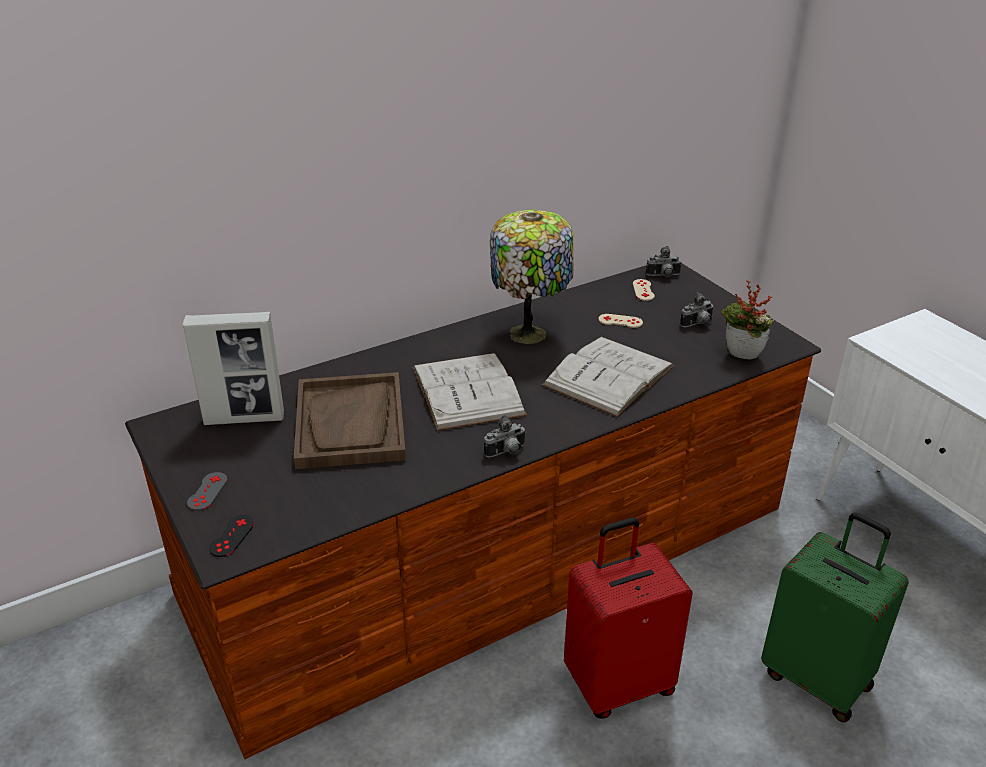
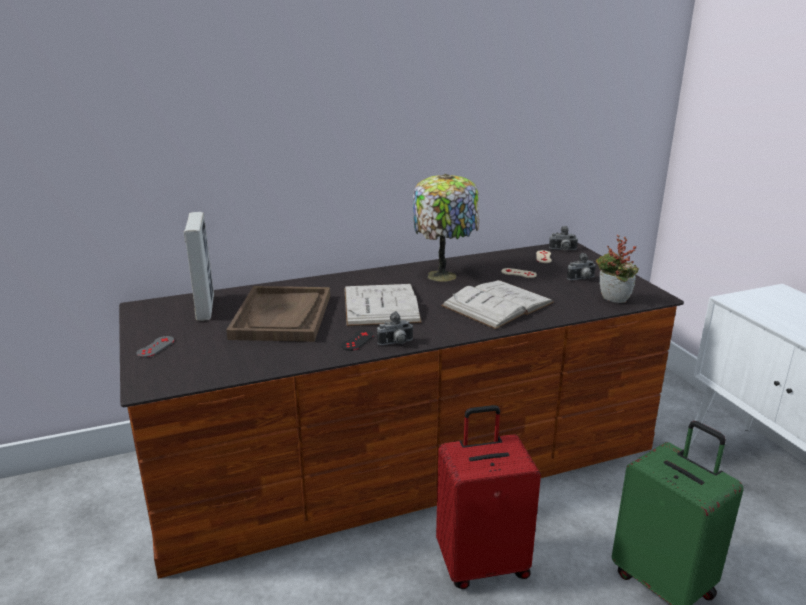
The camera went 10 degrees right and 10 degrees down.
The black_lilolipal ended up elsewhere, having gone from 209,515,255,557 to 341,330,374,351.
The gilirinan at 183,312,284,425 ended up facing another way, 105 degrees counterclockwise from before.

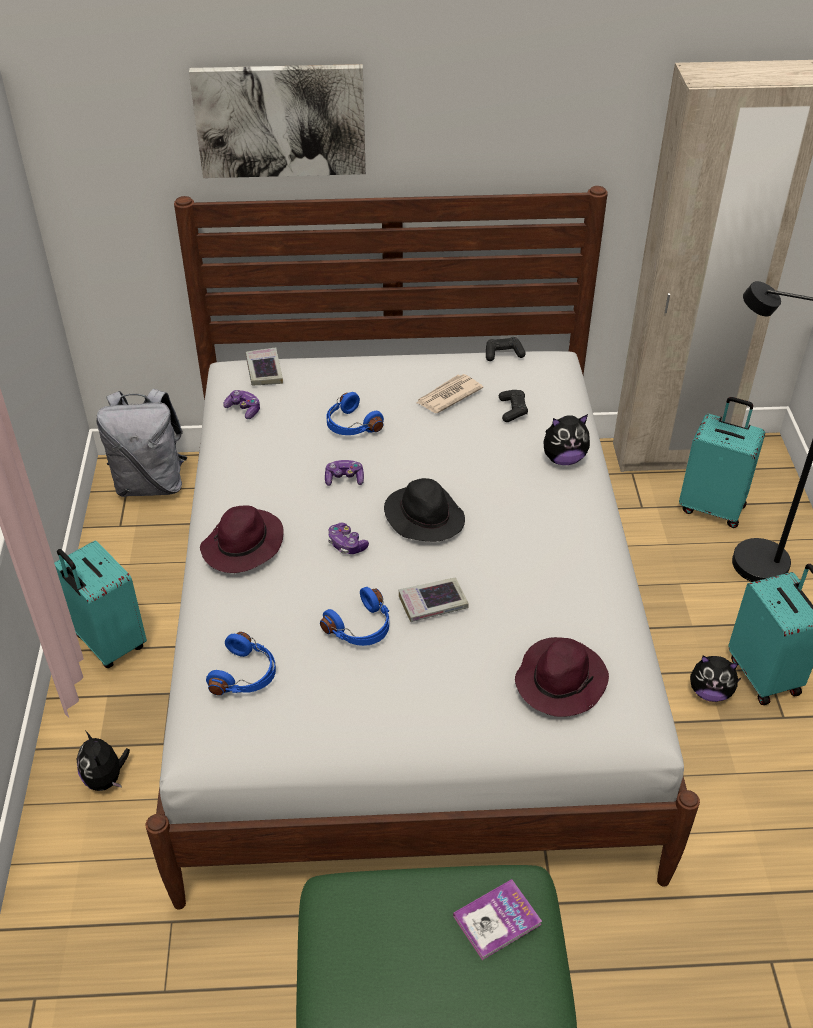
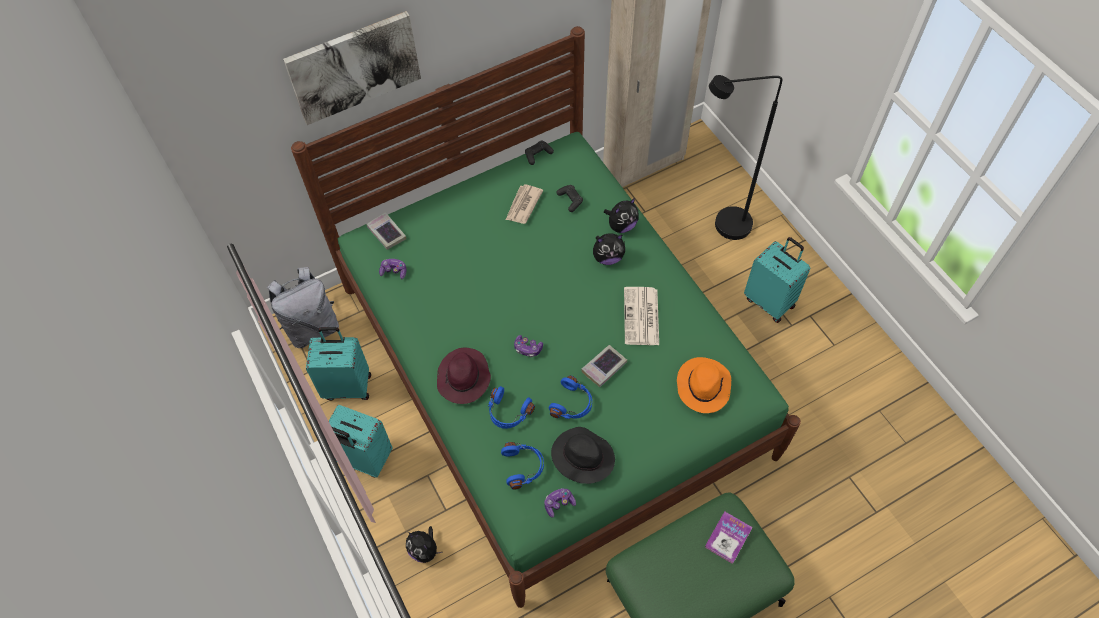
The camera went 25 degrees left and 15 degrees up.
The second view gained the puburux at 624,287,659,345.
The lilolipal ended up elsewhere, having gone from 325,460,364,486 to 544,488,576,518.
The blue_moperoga ended up elsewhere, having gone from 326,392,384,435 to 488,386,535,429.
The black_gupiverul ended up elsewhere, having gone from 384,478,465,542 to 551,427,615,484.
The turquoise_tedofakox ended up elsewhere, having gone from 679,397,765,528 to 306,327,371,400.
The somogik ended up elsewhere, having gone from 690,656,742,702 to 593,233,625,265.
What was the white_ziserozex at 146,186,700,910 turned into the green_ziserozex at 291,26,801,608.
What was the purple_gupiverul at 515,637,609,717 turned into the orange_gupiverul at 677,357,731,413.

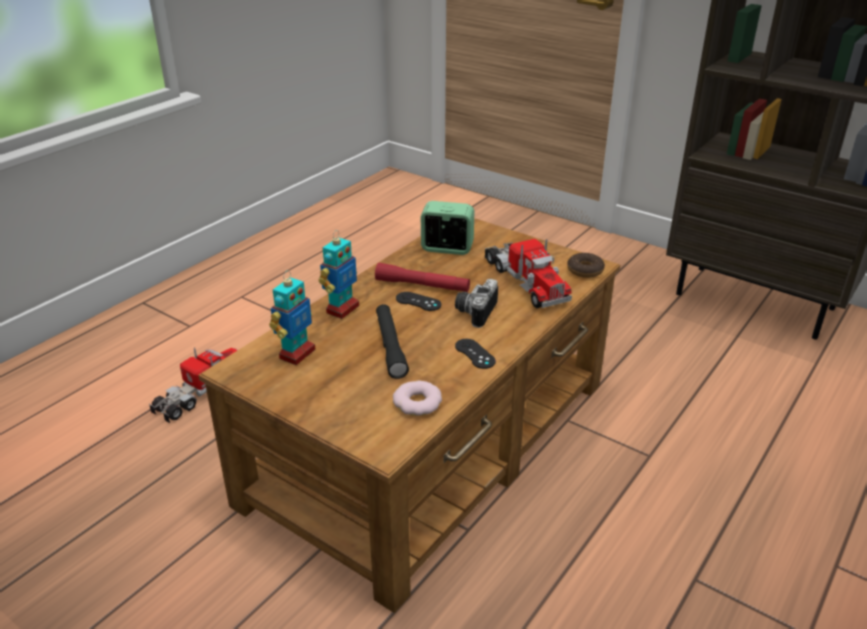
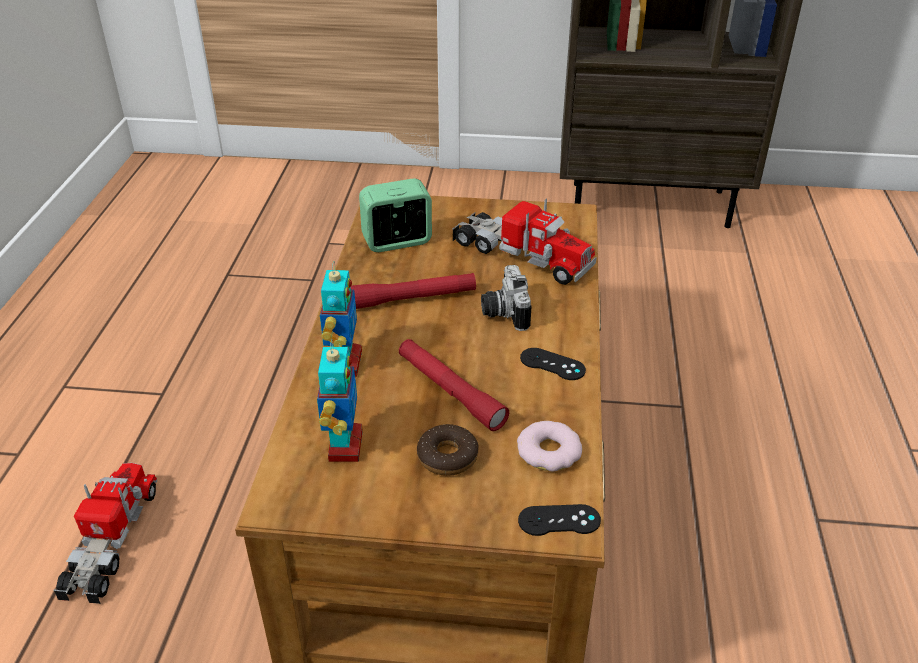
The camera went 30 degrees left and 5 degrees up.
The black_lilolipal ended up elsewhere, having gone from 396,292,441,311 to 518,504,601,536.
The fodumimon ended up elsewhere, having gone from 567,253,605,278 to 417,424,479,476.
What was the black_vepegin at 376,304,409,379 turned into the red_vepegin at 399,339,509,431.

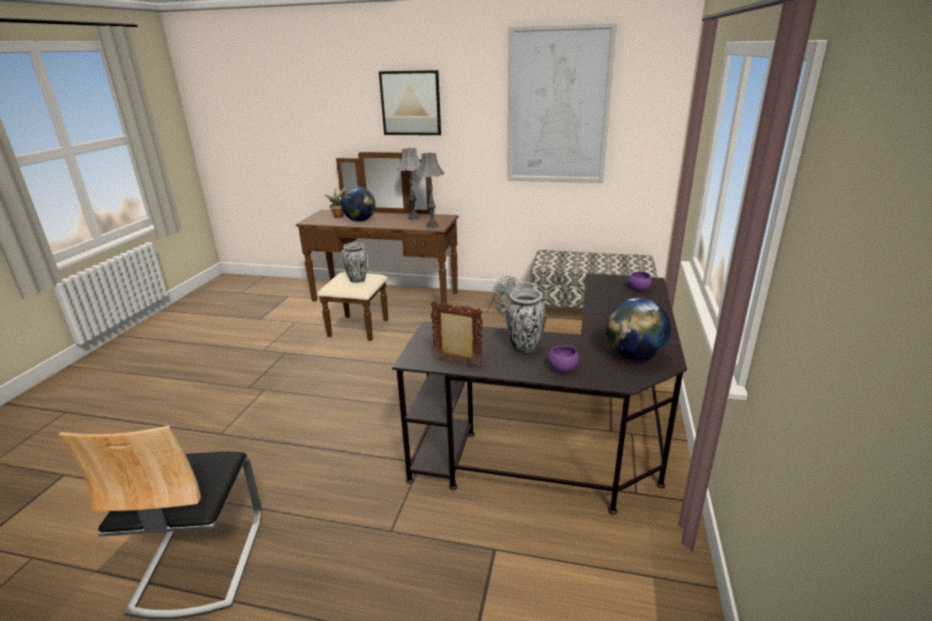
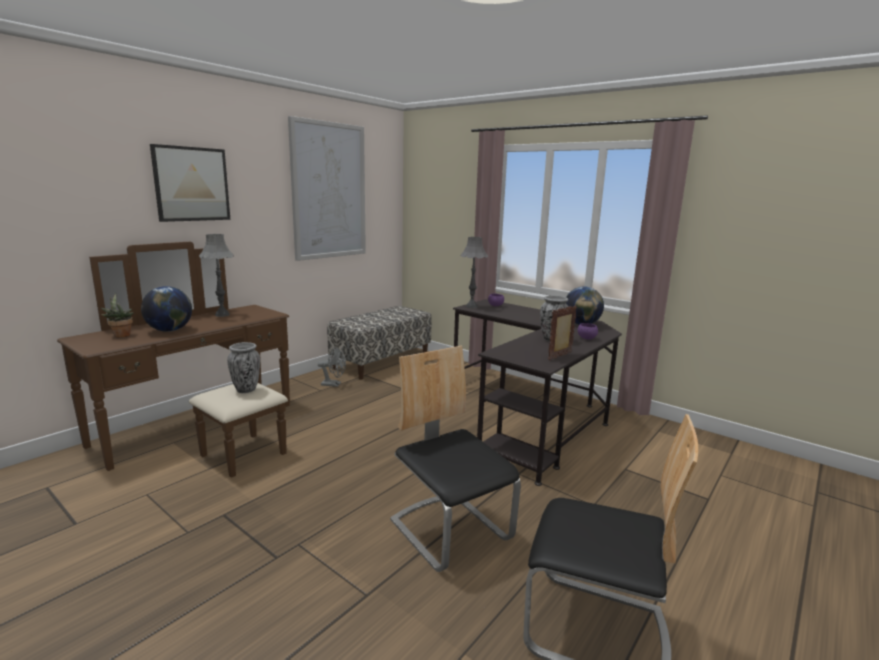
The camera went 65 degrees left and 10 degrees down.
The second view gained the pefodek at 390,346,521,572.
The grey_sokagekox ended up elsewhere, having gone from 416,153,444,228 to 461,237,488,308.

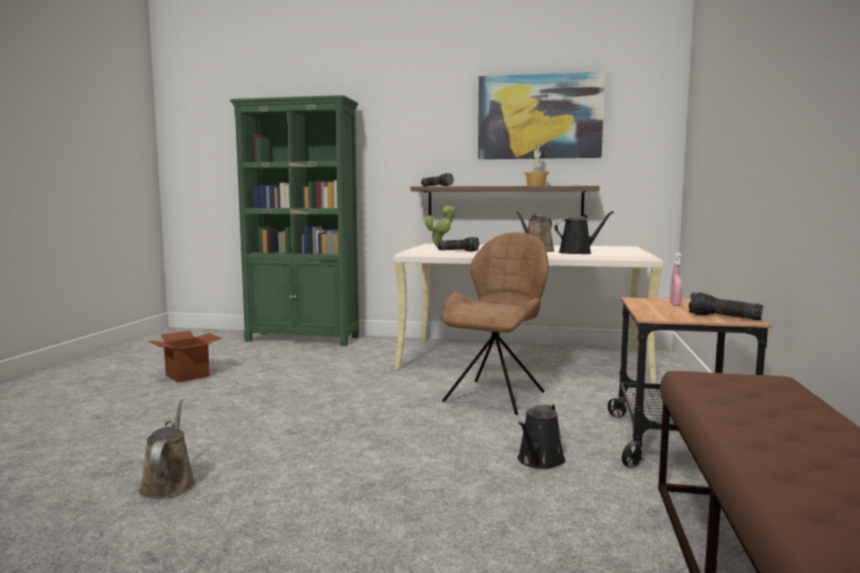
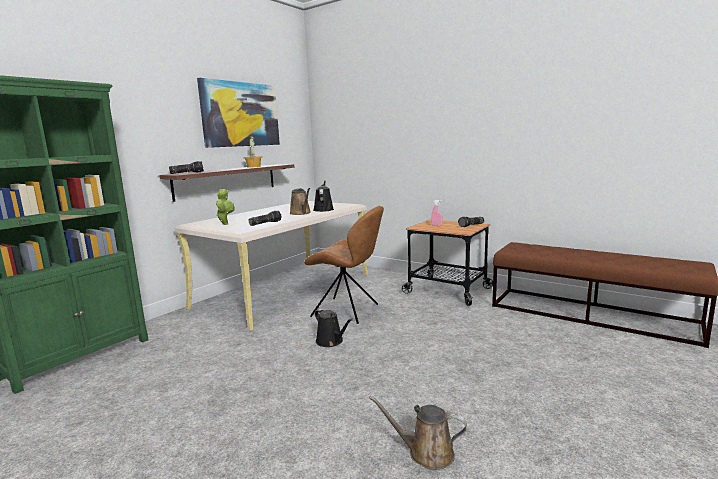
The camera went 65 degrees left and 5 degrees up.
The second view lost the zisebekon at 149,331,223,383.
The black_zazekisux ended up elsewhere, having gone from 517,403,566,469 to 315,309,352,347.
The brown_pefodek at 442,232,549,415 ended up facing another way, 150 degrees clockwise from before.

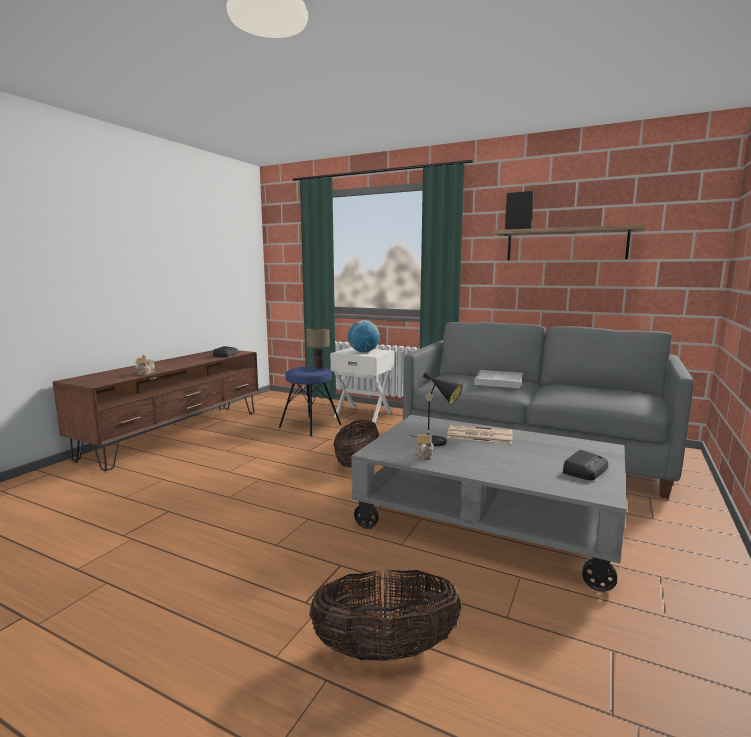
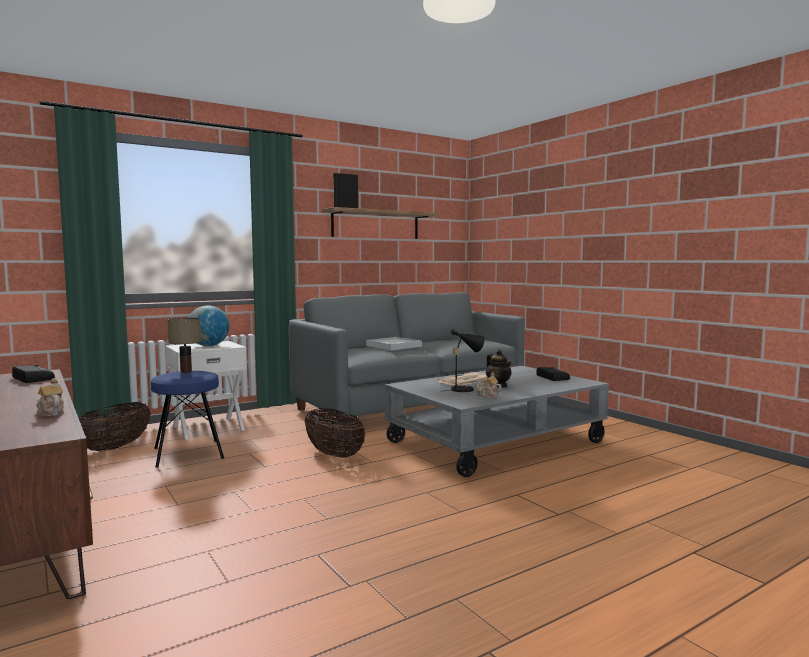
The camera went 60 degrees left and 5 degrees down.
The second view gained the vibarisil at 486,349,512,387.
The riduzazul ended up elsewhere, having gone from 309,570,462,661 to 79,402,151,451.

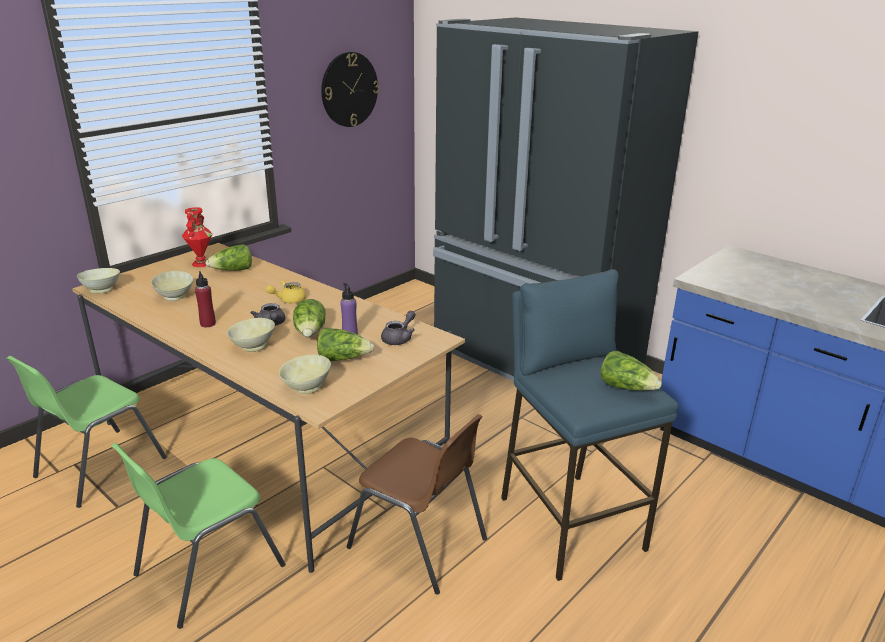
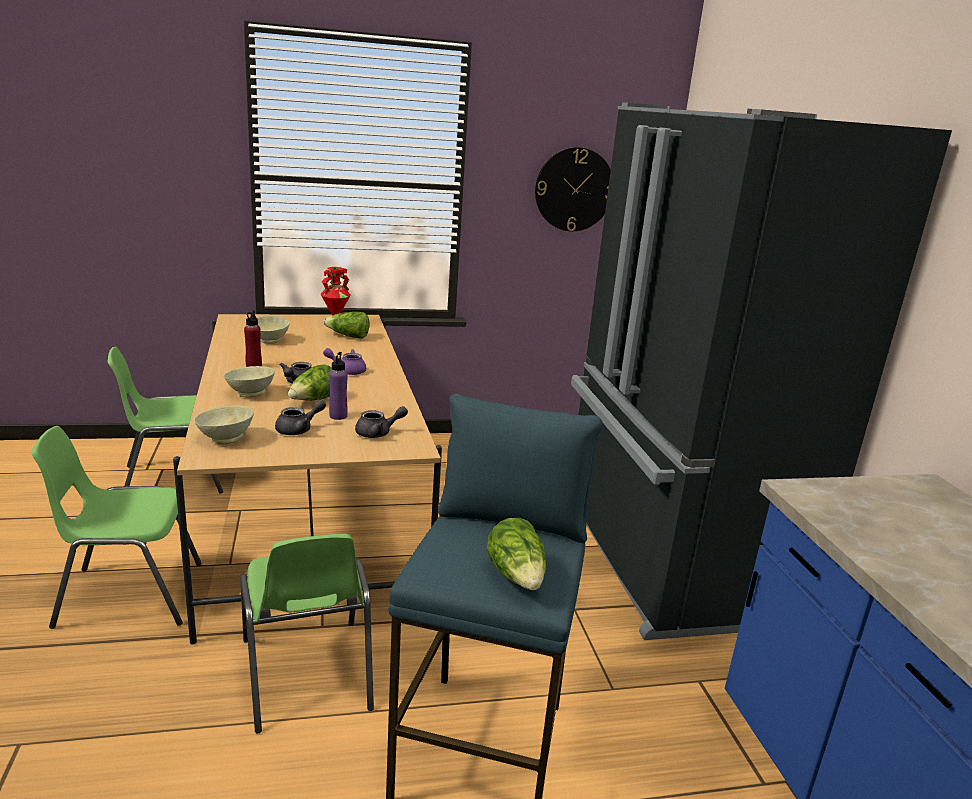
The camera went 35 degrees right and 5 degrees down.
The second view lost the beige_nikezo at 77,268,120,294.
Where the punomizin stood at 317,328,375,361, the grey_vibarisil came to stand at 275,400,326,435.
What was the yellow_vibarisil at 266,280,306,303 turned into the purple_vibarisil at 323,348,366,375.
What was the brown_pefodek at 347,414,487,595 turned into the green_pefodek at 240,534,374,733.

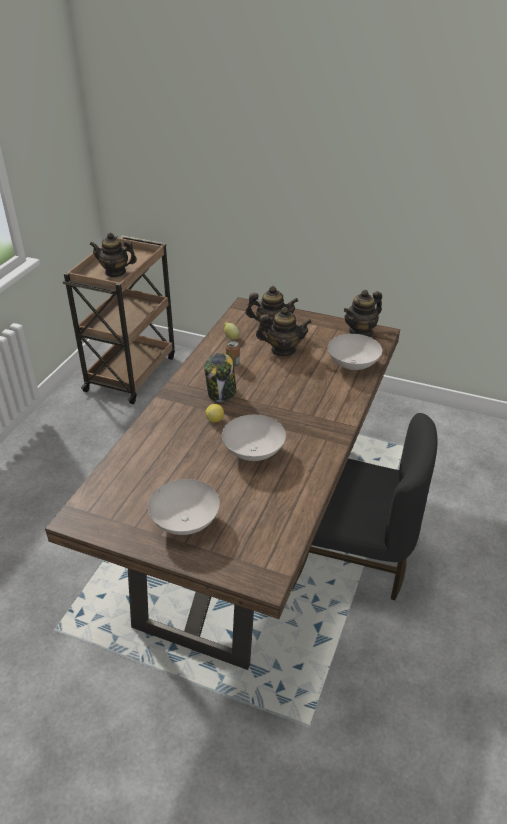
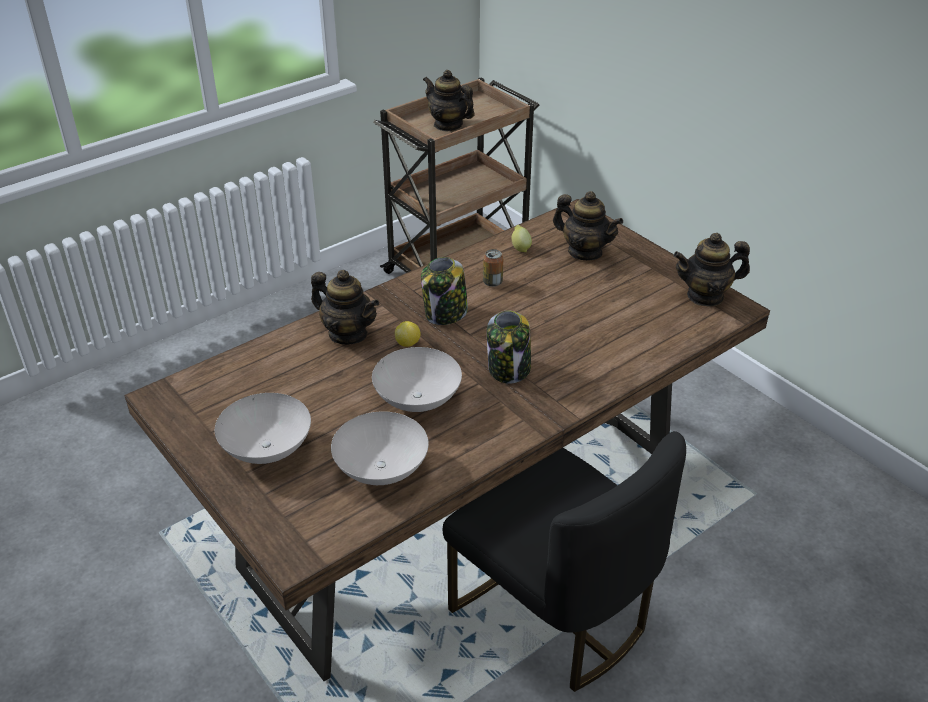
The camera went 30 degrees right and 0 degrees up.
The second view gained the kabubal at 487,310,531,384.
The vibarisil ended up elsewhere, having gone from 256,307,312,356 to 311,270,379,345.
The white_nikezo ended up elsewhere, having gone from 328,334,382,370 to 331,411,429,485.

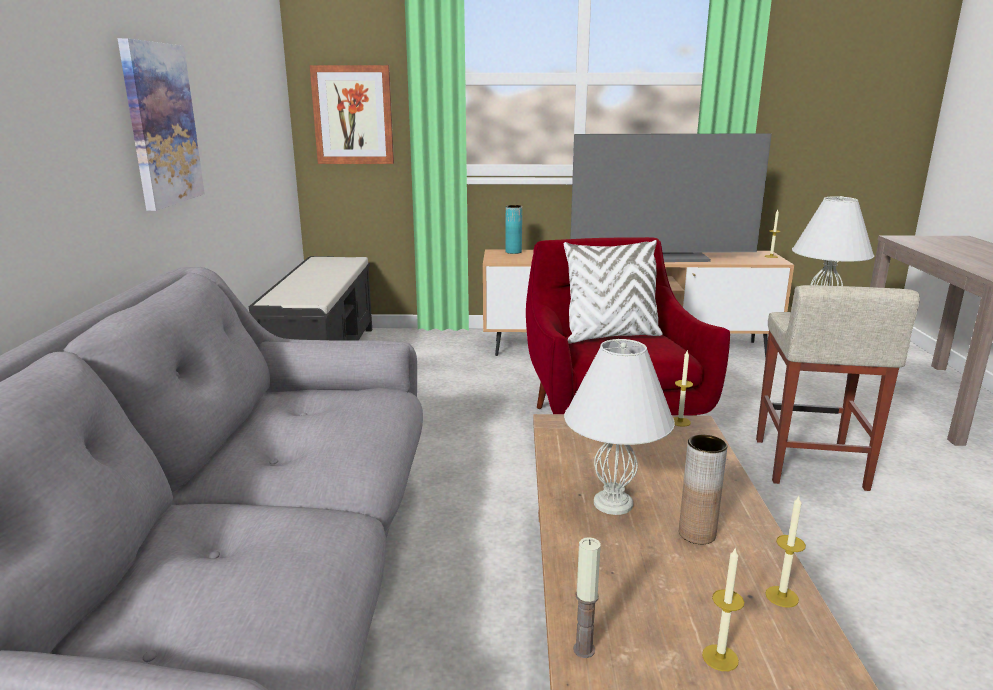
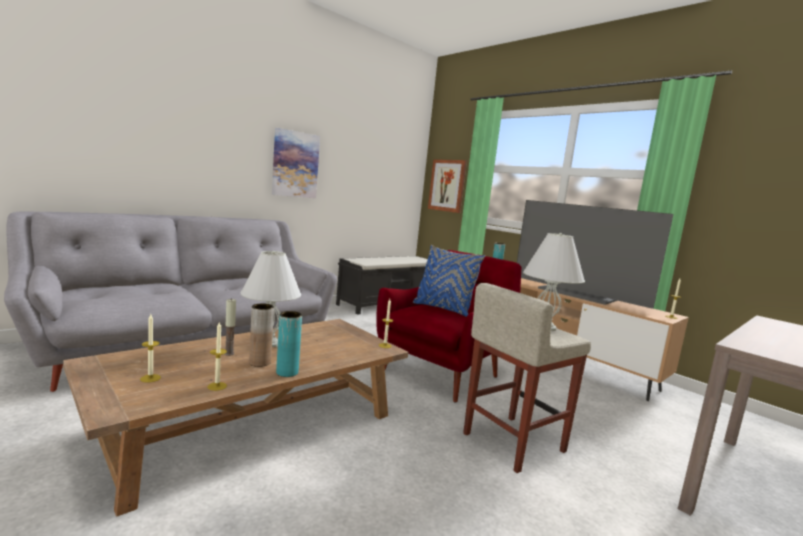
The camera went 45 degrees right and 10 degrees down.
The second view gained the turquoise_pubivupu at 276,311,302,377.
The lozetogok ended up elsewhere, having gone from 573,537,601,658 to 224,298,236,356.
What was the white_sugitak at 564,240,663,343 turned into the blue_sugitak at 413,245,485,317.

